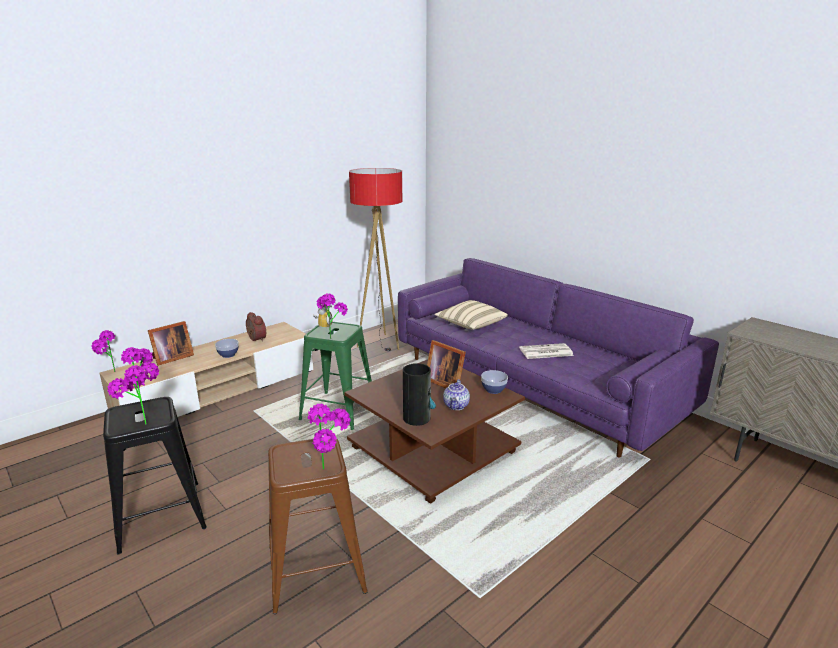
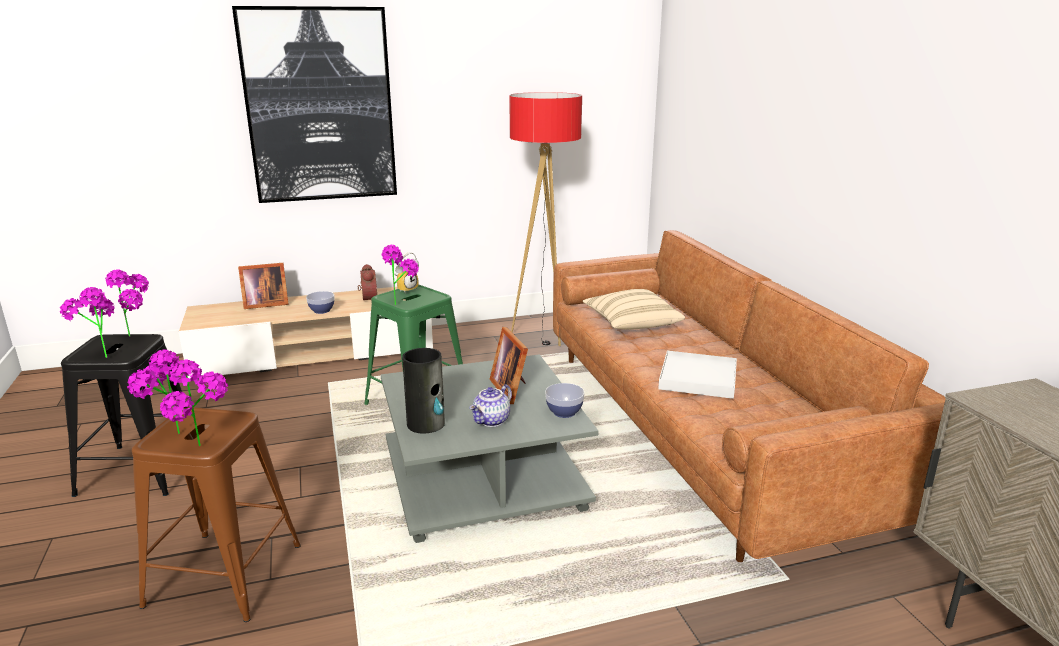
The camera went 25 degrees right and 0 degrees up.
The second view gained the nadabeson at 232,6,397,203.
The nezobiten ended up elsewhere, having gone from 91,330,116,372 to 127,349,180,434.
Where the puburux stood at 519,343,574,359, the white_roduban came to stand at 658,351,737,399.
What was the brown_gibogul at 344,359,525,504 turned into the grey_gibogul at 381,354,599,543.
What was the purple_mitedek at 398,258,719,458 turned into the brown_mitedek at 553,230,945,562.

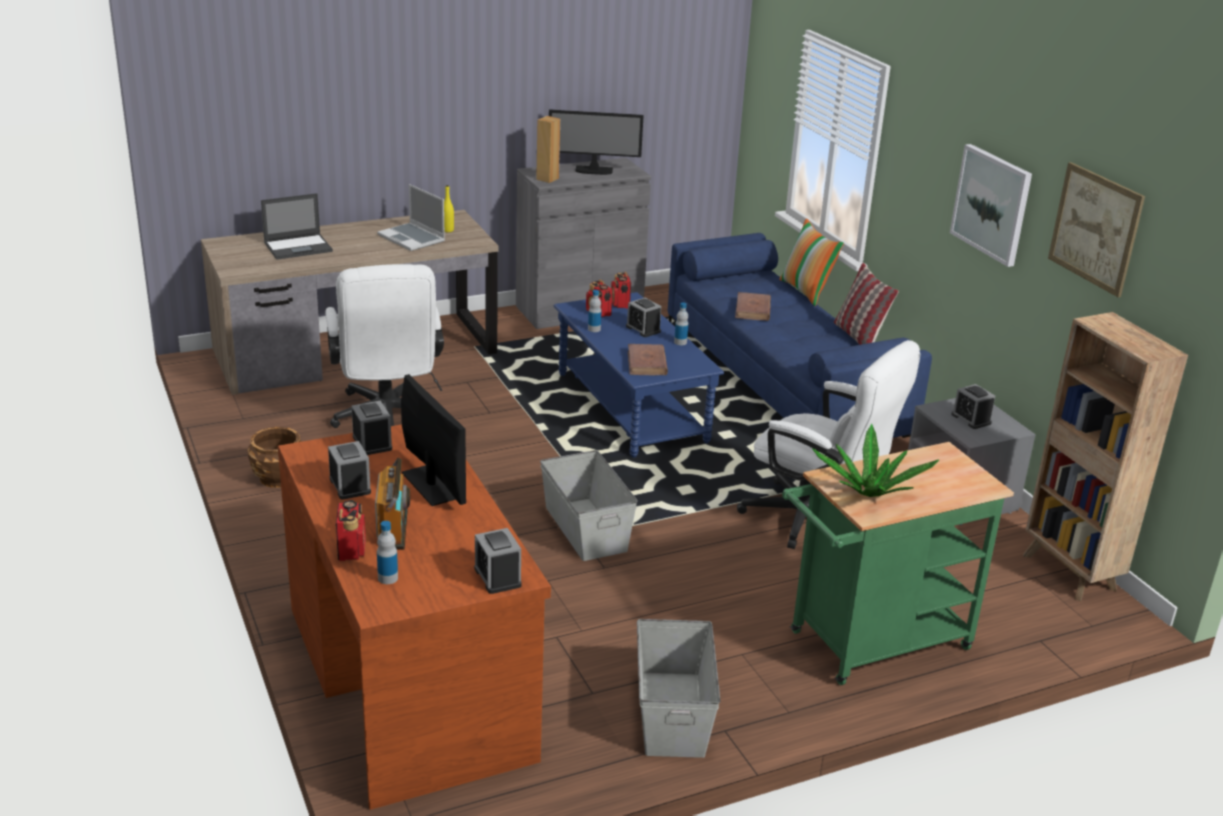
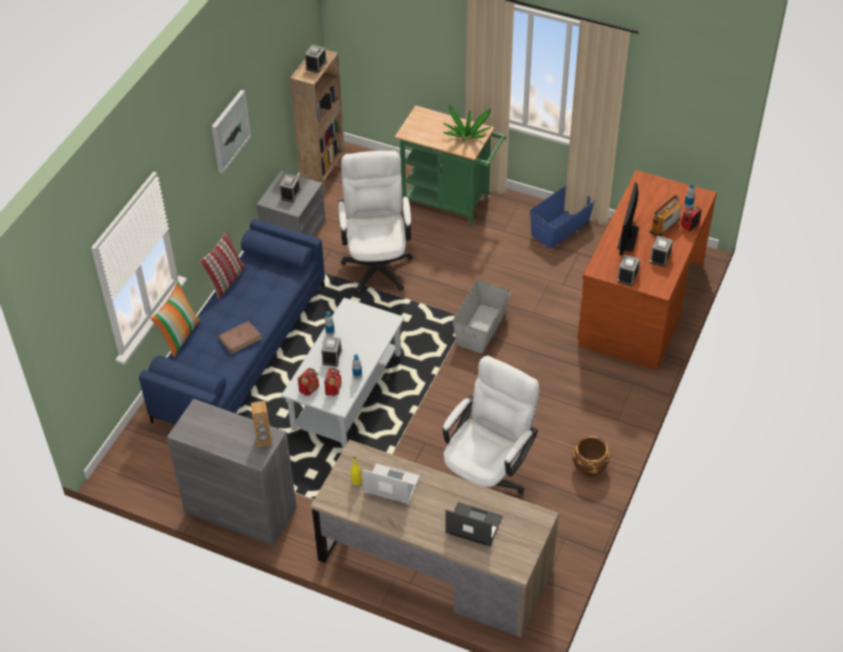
The camera went 130 degrees left and 20 degrees up.
The second view lost the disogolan at 549,109,644,175.
The second view lost the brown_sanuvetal at 628,344,668,375.
The second view lost the nadabeson at 1048,162,1145,297.
The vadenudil ended up elsewhere, having gone from 474,528,522,594 to 305,44,327,73.
What was the blue_gibogul at 553,292,724,458 turned into the grey_gibogul at 281,298,404,448.
What was the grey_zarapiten at 637,619,720,758 turned into the blue_zarapiten at 530,186,595,249.
The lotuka at 377,184,445,251 ended up facing another way, 75 degrees counterclockwise from before.

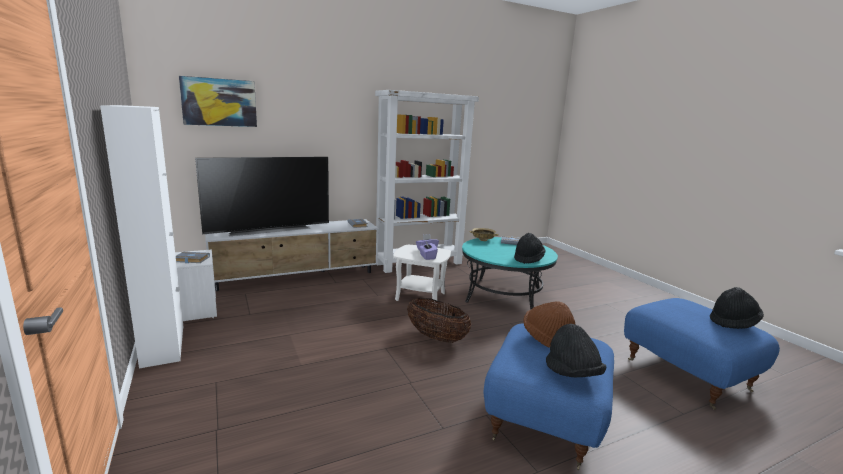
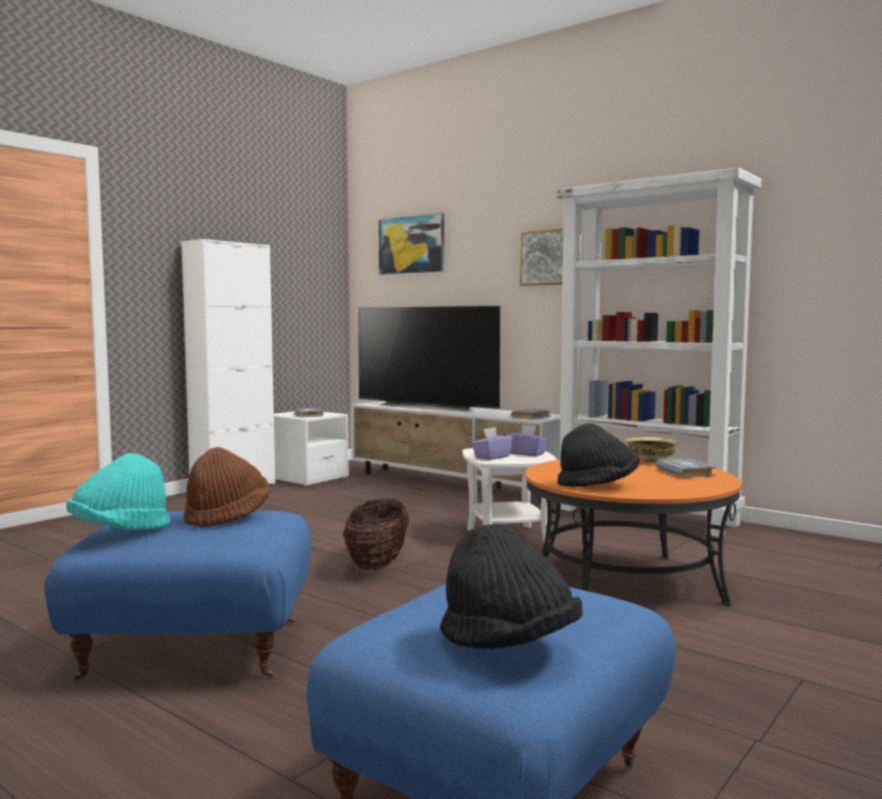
The camera went 65 degrees right and 10 degrees down.
The second view gained the nadabeson at 520,228,563,286.
What was the turquoise_gibogul at 462,237,558,309 turned into the orange_gibogul at 525,458,742,606.
What was the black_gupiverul at 546,324,607,378 turned into the turquoise_gupiverul at 66,453,171,530.

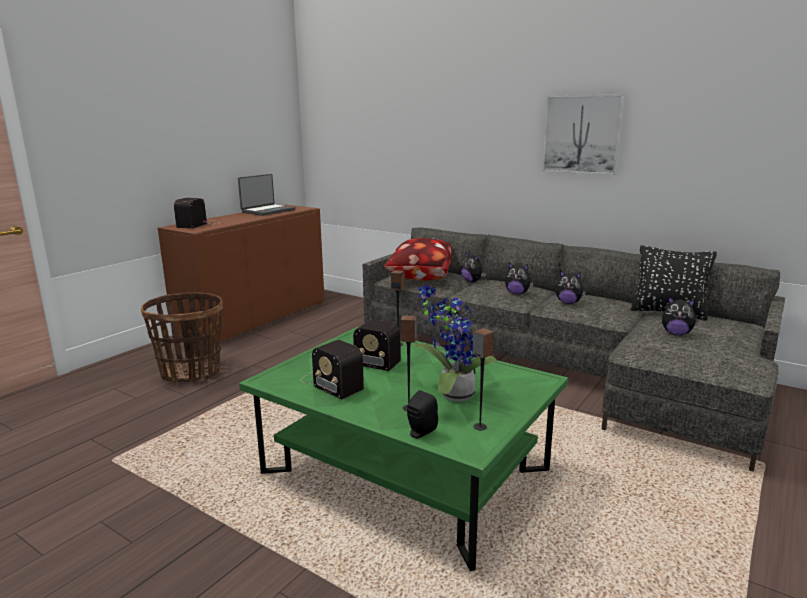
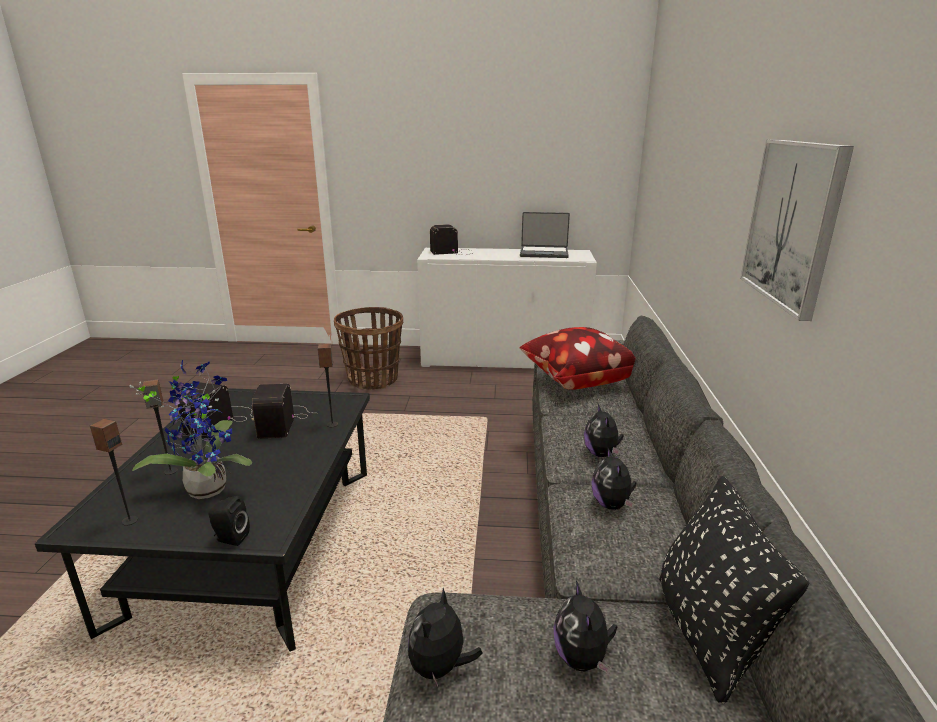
The camera went 60 degrees right and 5 degrees up.
The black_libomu ended up elsewhere, having gone from 407,390,438,438 to 208,496,250,546.
The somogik ended up elsewhere, having gone from 461,252,486,282 to 408,588,483,688.
What was the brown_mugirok at 158,205,325,348 turned into the white_mugirok at 417,248,597,368.
What was the green_gibogul at 239,327,568,571 turned into the black_gibogul at 34,388,370,652.

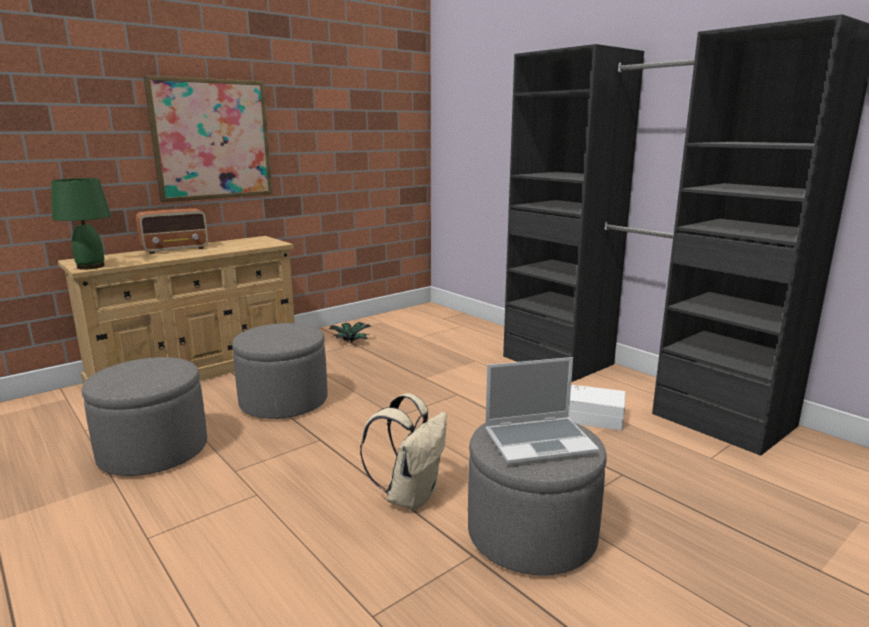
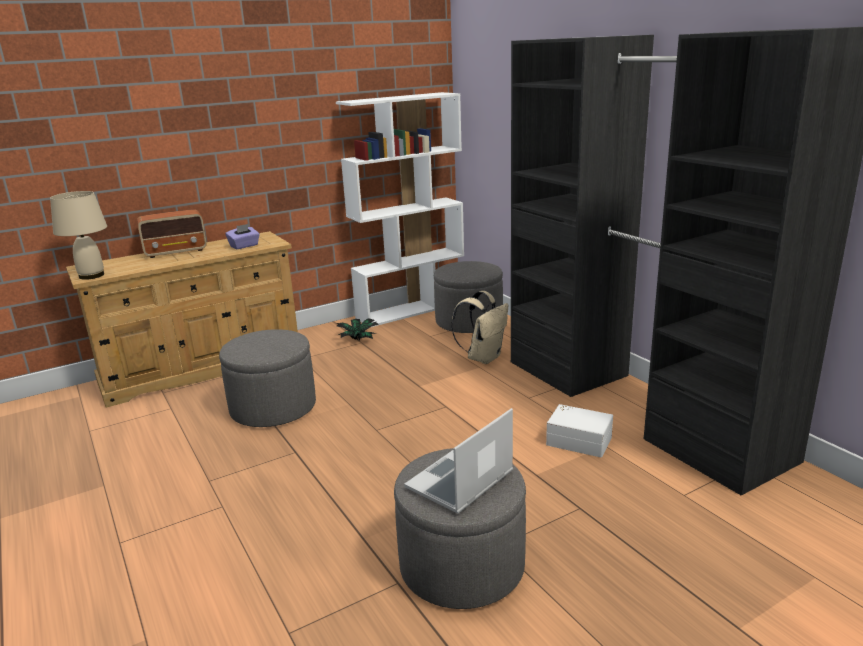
The camera went 10 degrees right and 5 degrees up.
The second view lost the nadabeson at 143,75,273,202.
The second view gained the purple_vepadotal at 225,224,260,249.
The second view gained the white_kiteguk at 336,92,464,327.
The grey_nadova ended up elsewhere, having gone from 82,357,207,476 to 434,261,503,333.
The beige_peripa ended up elsewhere, having gone from 360,393,447,511 to 451,291,508,364.
What was the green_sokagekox at 51,178,111,270 turned into the beige_sokagekox at 50,191,107,280.
The lotuka at 485,357,599,465 ended up facing another way, 135 degrees clockwise from before.

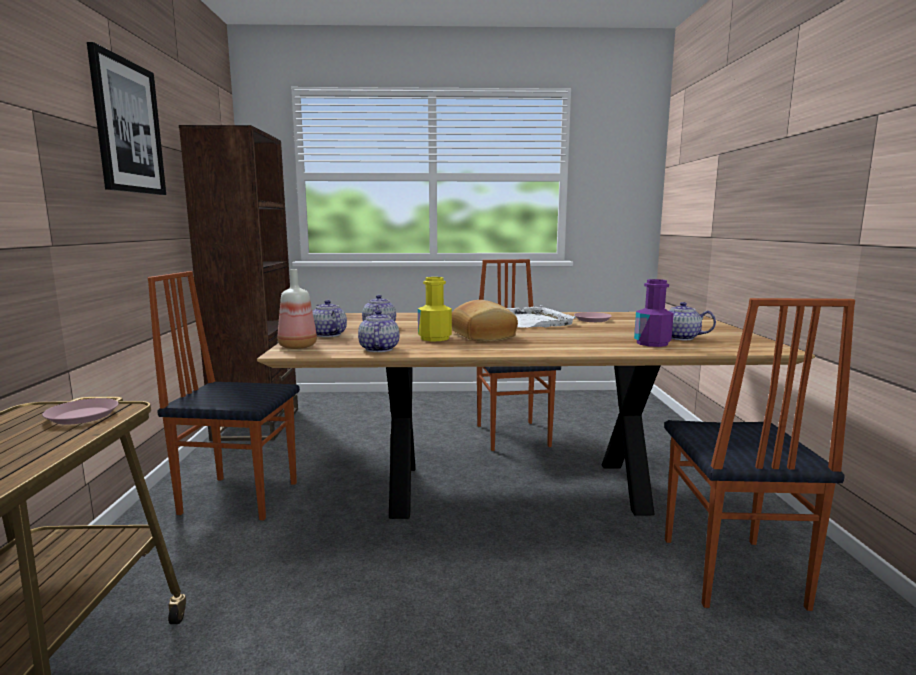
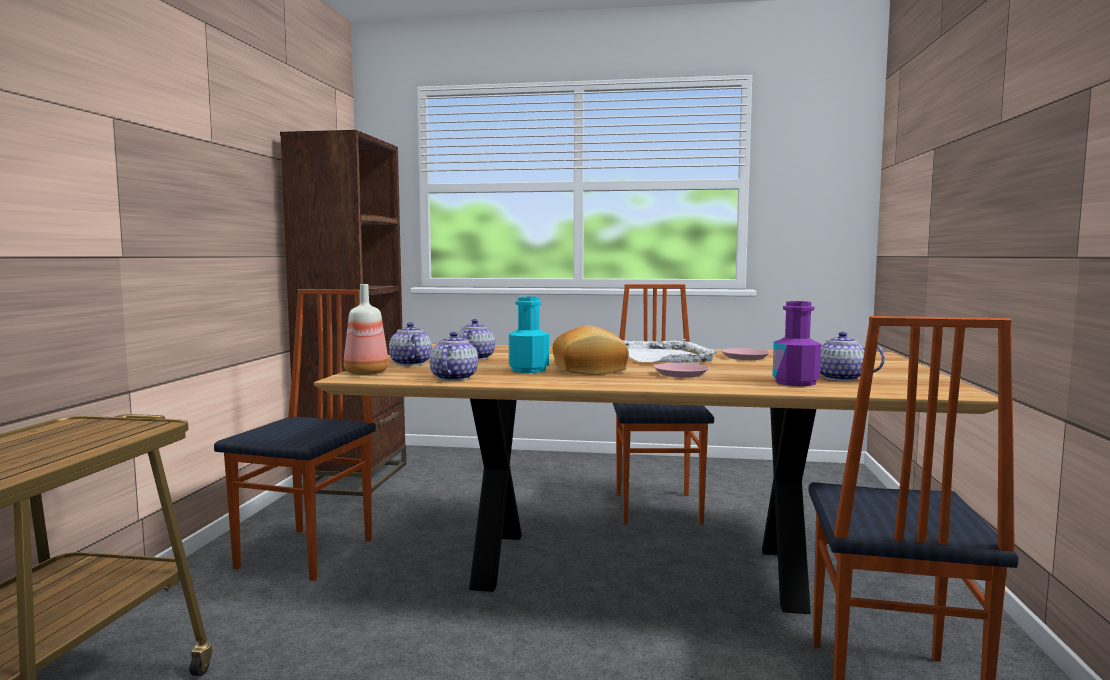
The camera went 10 degrees right and 5 degrees down.
The second view lost the nadabeson at 87,42,166,195.
The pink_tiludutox ended up elsewhere, having gone from 42,398,119,425 to 654,363,709,377.
What was the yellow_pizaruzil at 418,277,452,341 turned into the turquoise_pizaruzil at 509,297,549,373.
The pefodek at 148,271,300,520 ended up facing another way, 90 degrees clockwise from before.

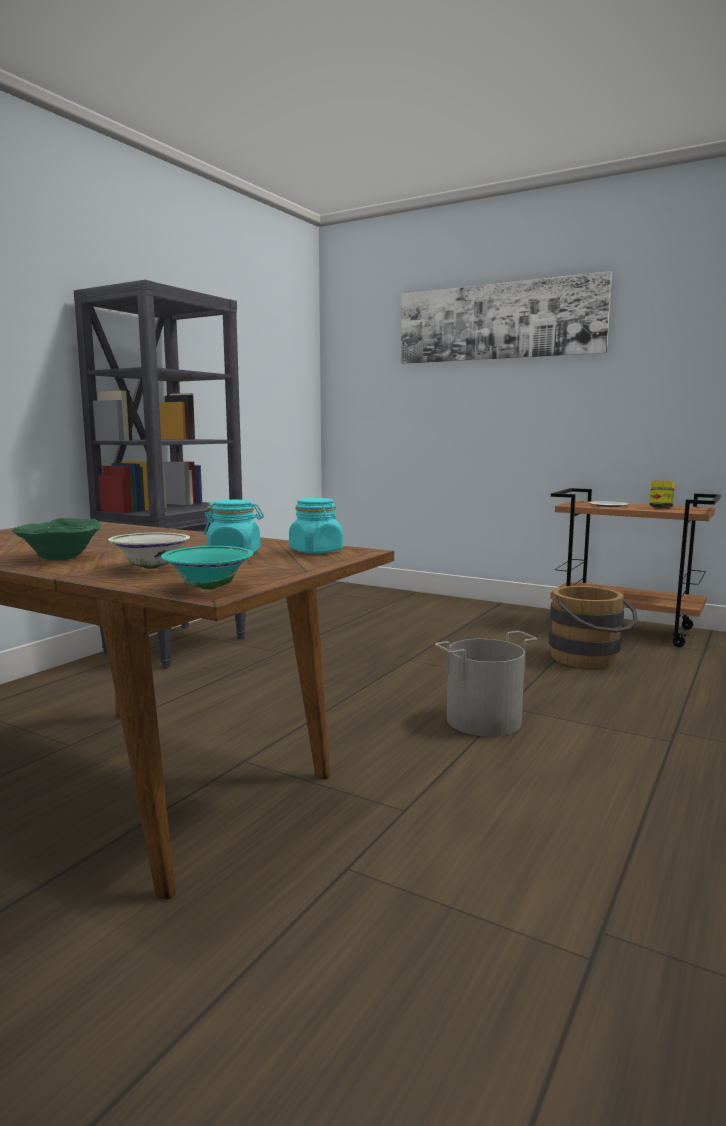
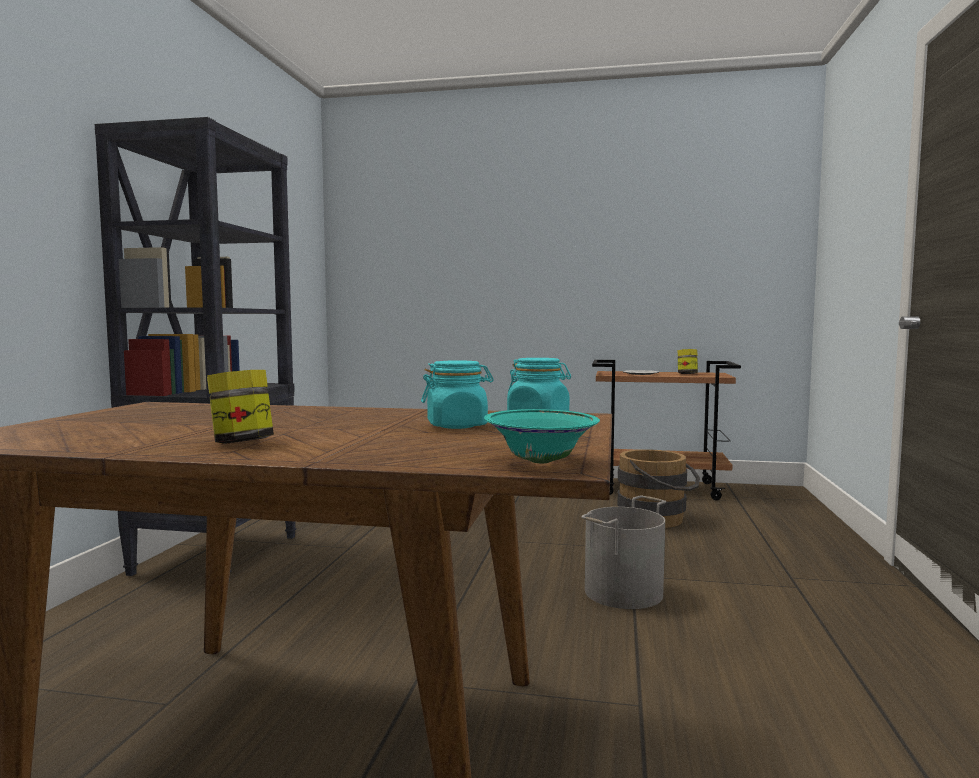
The camera went 20 degrees left and 5 degrees down.
The second view lost the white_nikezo at 108,533,190,569.
The second view lost the nadabeson at 401,271,612,364.
Where the green_nikezo stood at 12,518,101,561, the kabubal came to stand at 207,370,274,444.

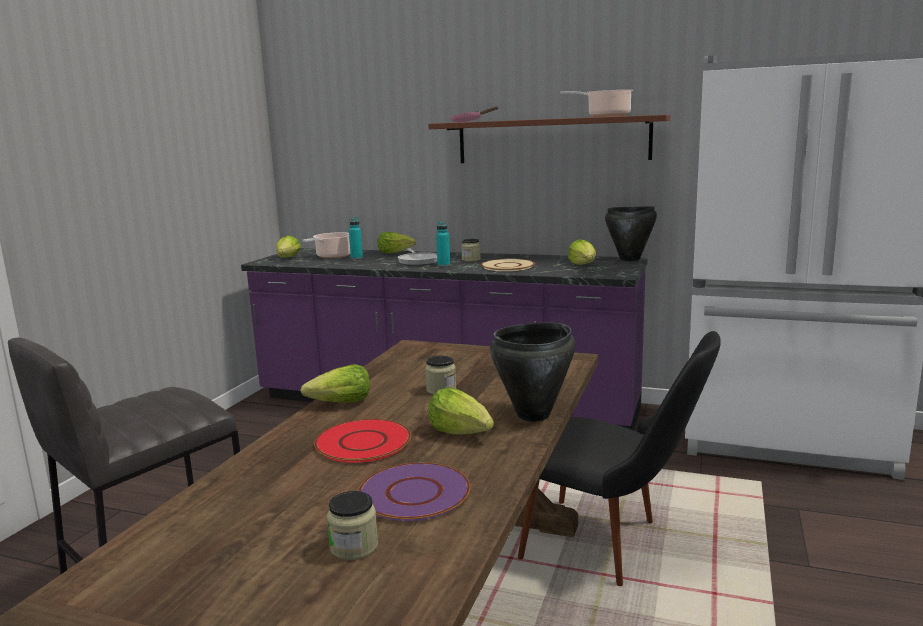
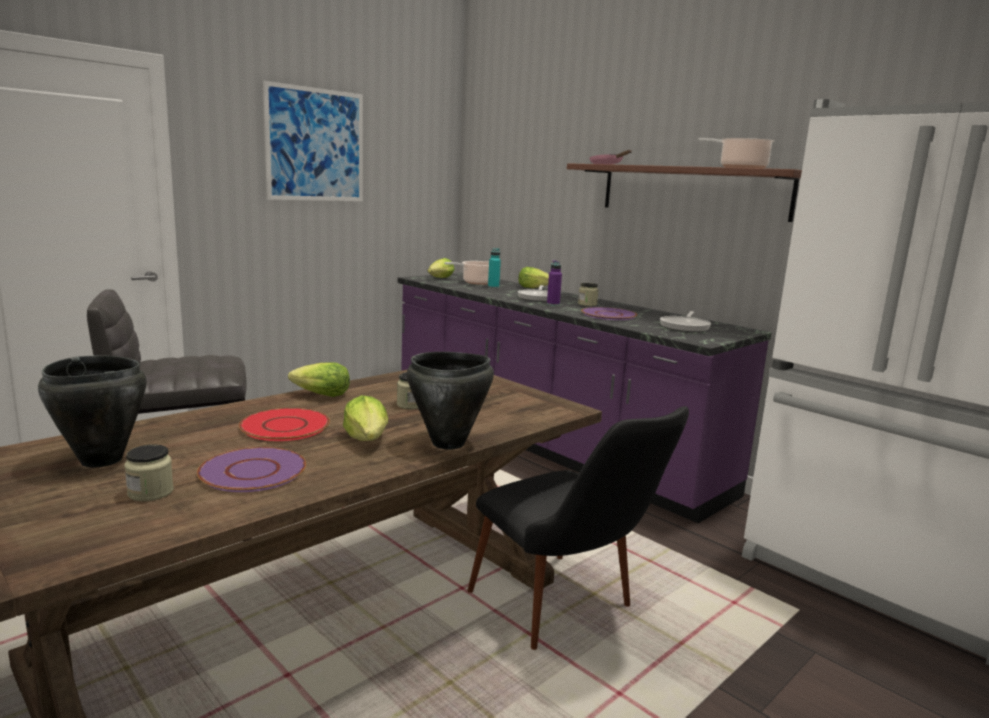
The camera went 25 degrees right and 0 degrees up.
The second view gained the nadabeson at 263,81,363,201.
The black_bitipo ended up elsewhere, having gone from 605,206,657,261 to 38,355,147,467.
Where the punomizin stood at 568,239,596,265, the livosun came to stand at 660,311,711,332.
What was the turquoise_pizaruzil at 436,221,450,267 turned into the purple_pizaruzil at 547,260,562,306.
What was the beige_tiludutox at 481,259,535,271 turned into the purple_tiludutox at 581,307,637,320.

